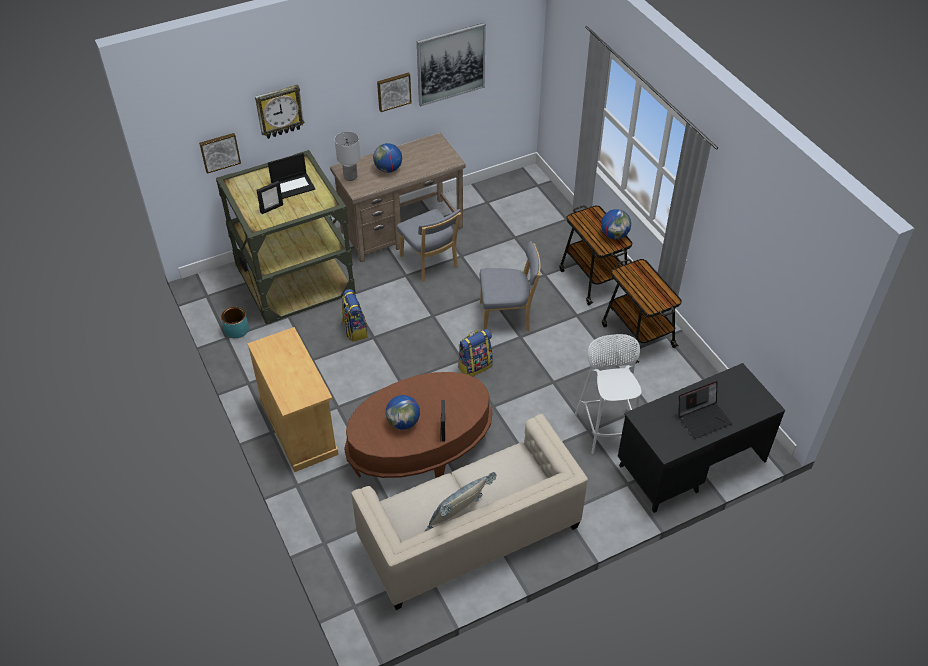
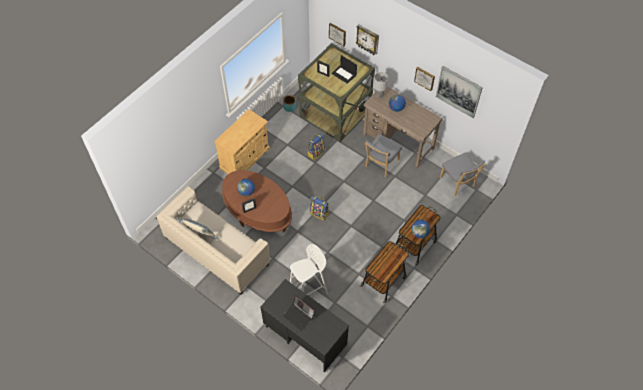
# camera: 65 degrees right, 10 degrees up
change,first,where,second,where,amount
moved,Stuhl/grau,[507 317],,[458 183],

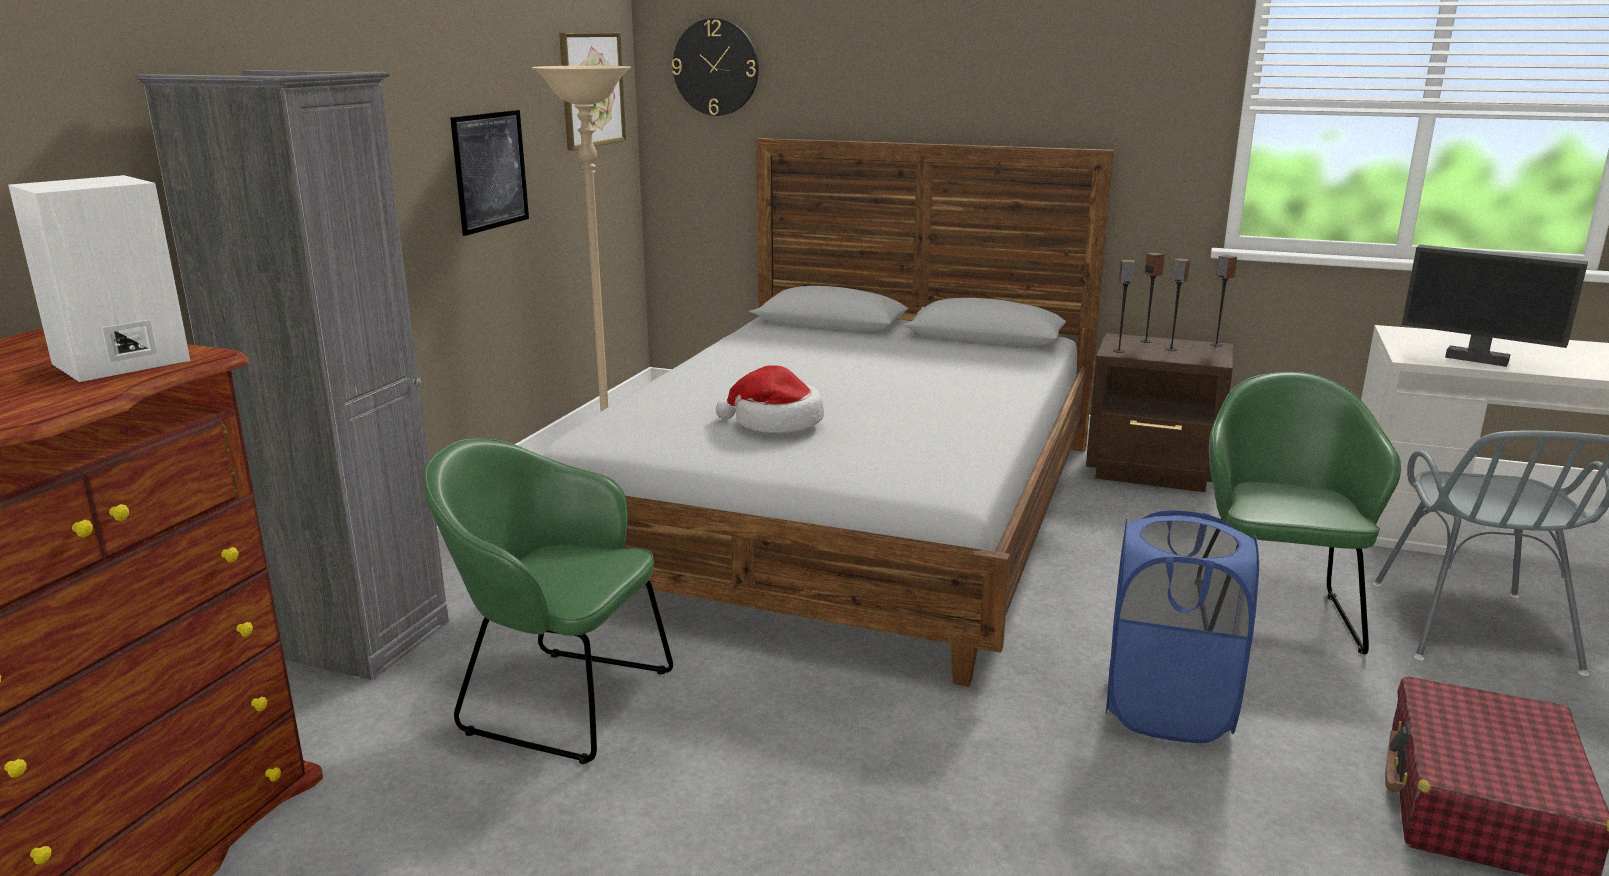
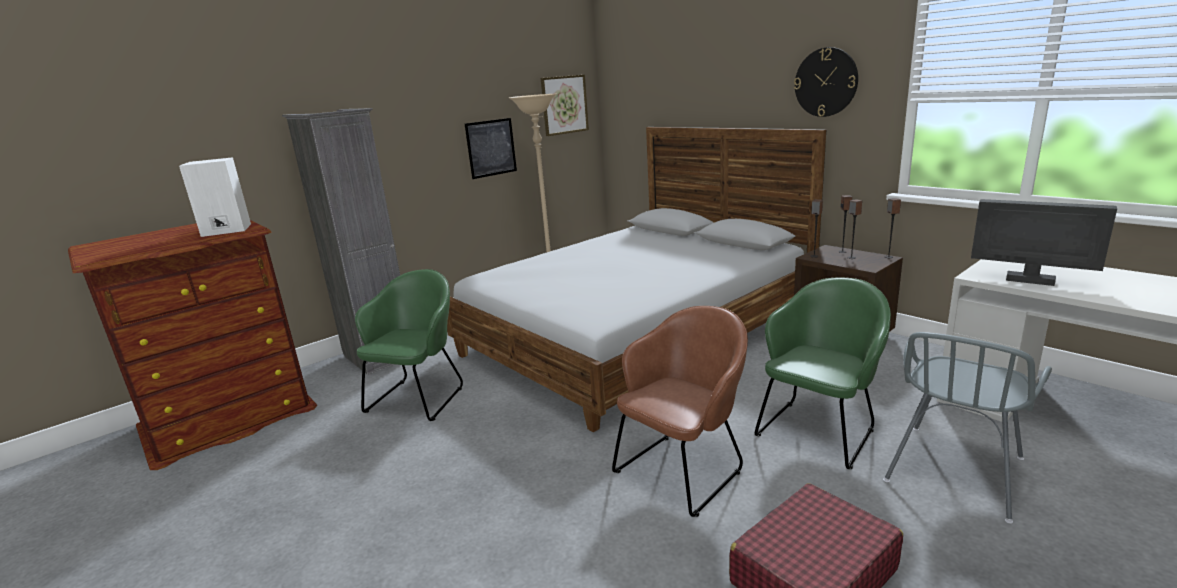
# camera: 30 degrees right, 0 degrees up
change,first,where,second,where,amount
removed,Hut,[775 422],,,
moved,Wanduhr,[716 67],,[826 82],
replaced,Wäschekorb/blau,[1167 708],Sessel/braun,[684 469],
turned,Sessel/grün,[558 699],,[419 397],60 degrees clockwise
turned,Monitor,[1476 359],,[1029 281],150 degrees clockwise

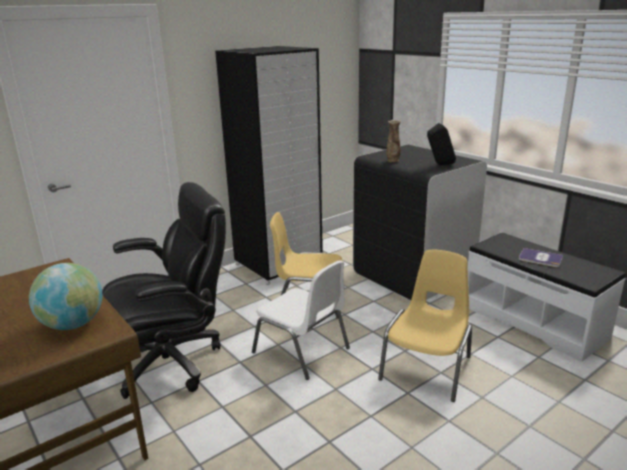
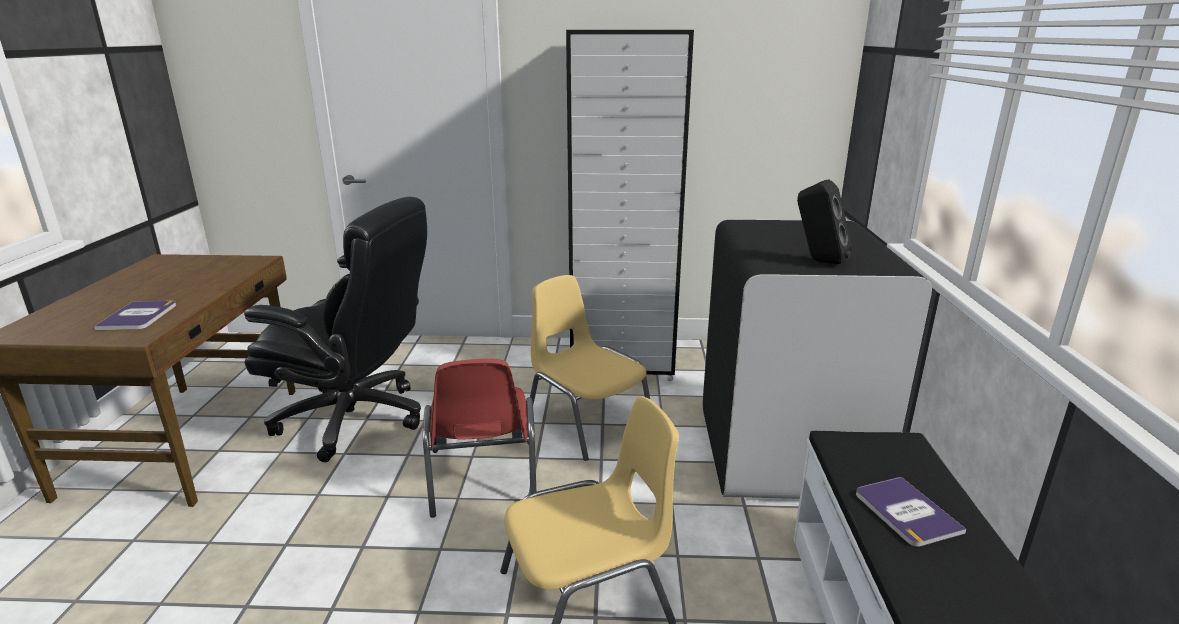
# camera: 40 degrees right, 0 degrees up
change,first,where,second,where,amount
removed,Vase,[393 160],,,
replaced,Globus,[73 324],Buch,[138 316],
recoloured,Stuhl/weiß,[302 351],Stuhl/rot,[482 479],

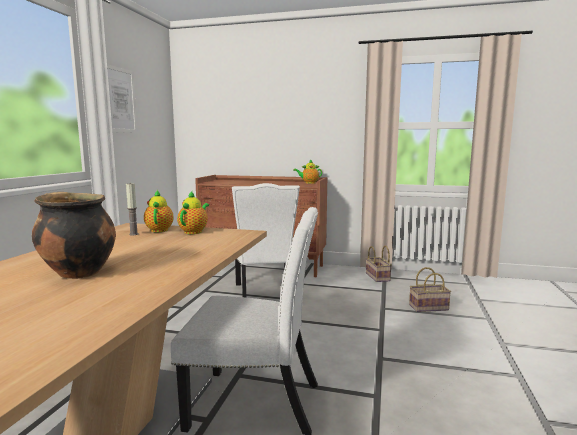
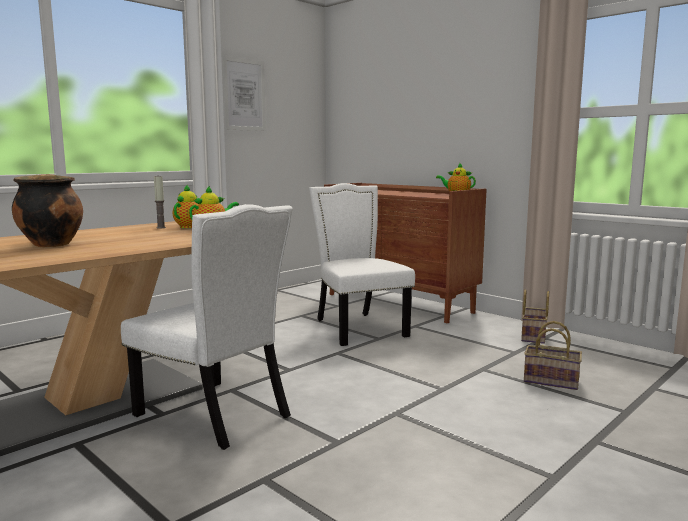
# camera: 30 degrees right, 0 degrees up
change,first,where,second,where,amount
turned,Stuhl/weiß,[264 294],,[359 329],135 degrees clockwise

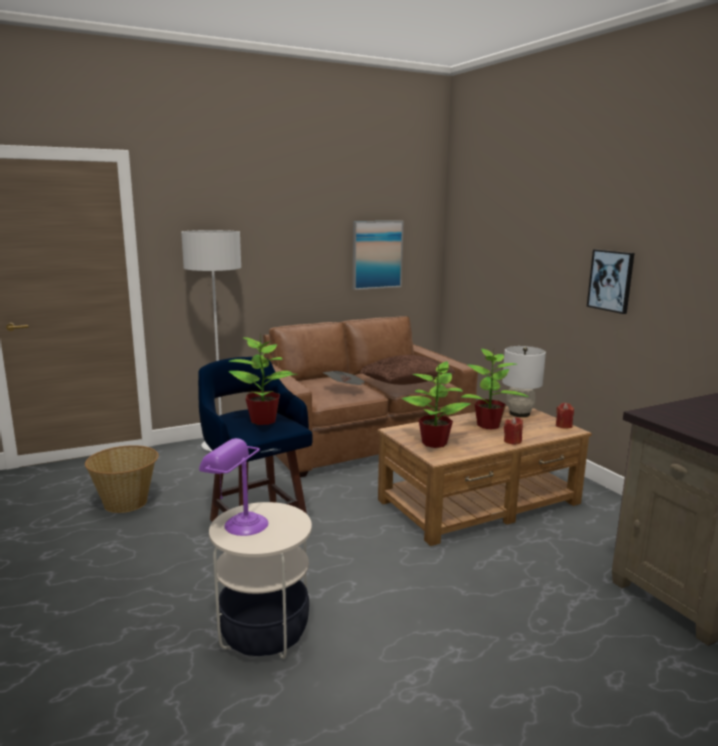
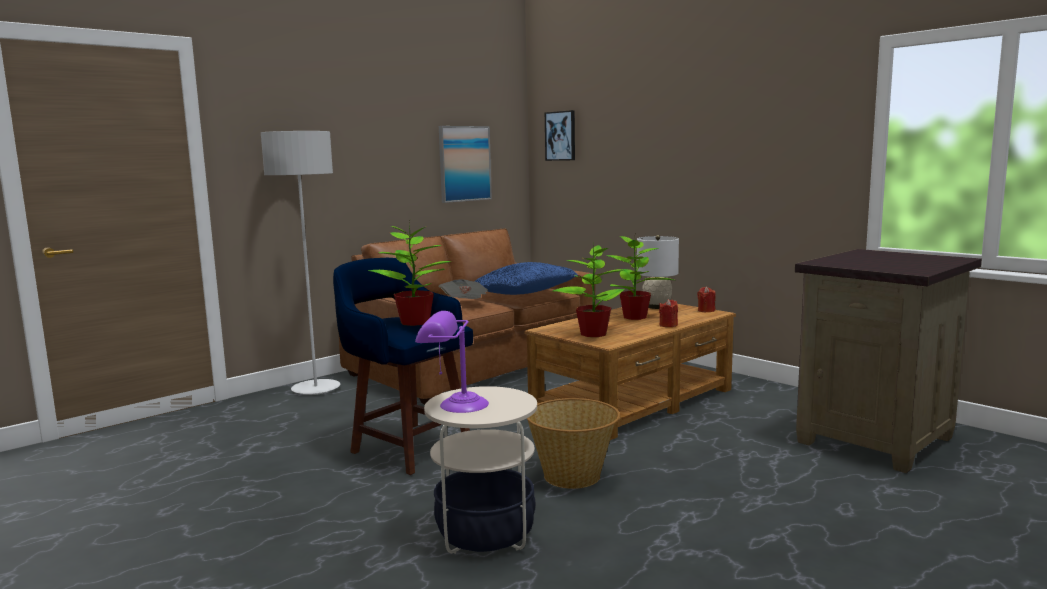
# camera: 15 degrees left, 5 degrees down
change,first,where,second,where,amount
moved,Korb,[126 503],,[573 476],
moved,Bild,[611 280],,[560 136],
recoloured,Kissen/braun,[405 383],Kissen/blau,[523 294],

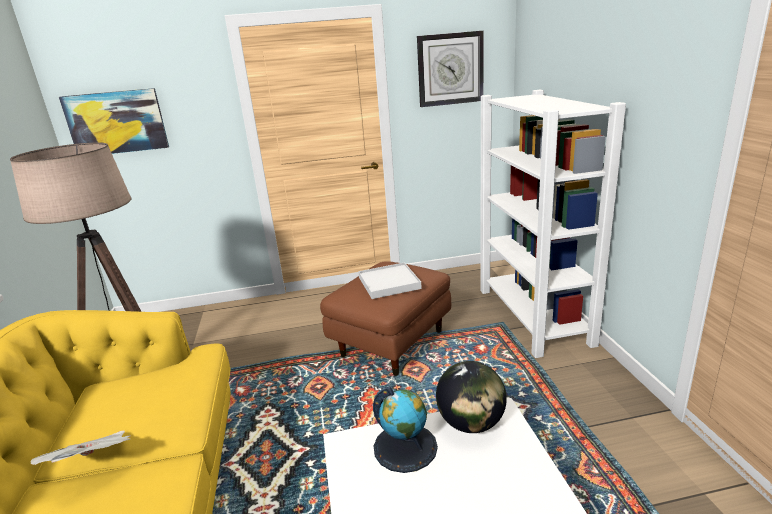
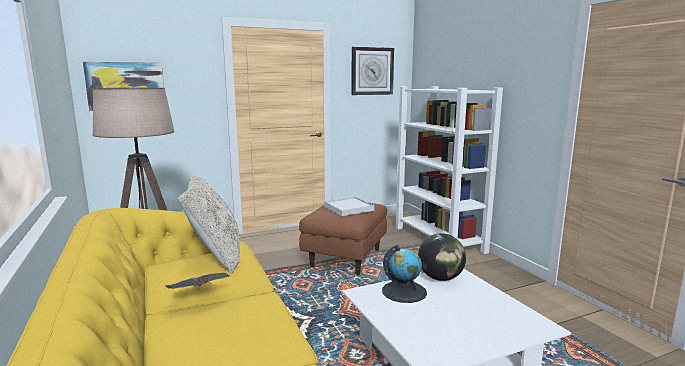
# camera: 15 degrees left, 10 degrees down
change,first,where,second,where,amount
added,,,Kissen/beige,[215 257],

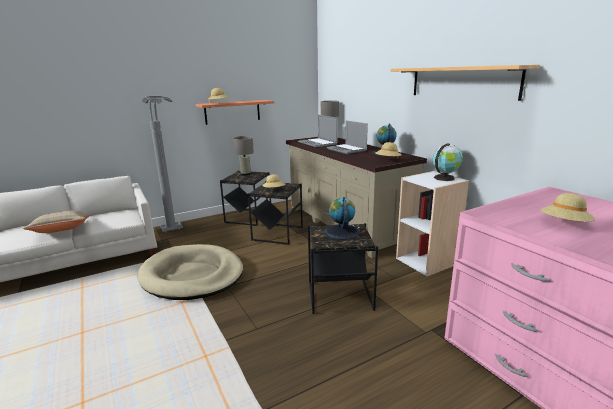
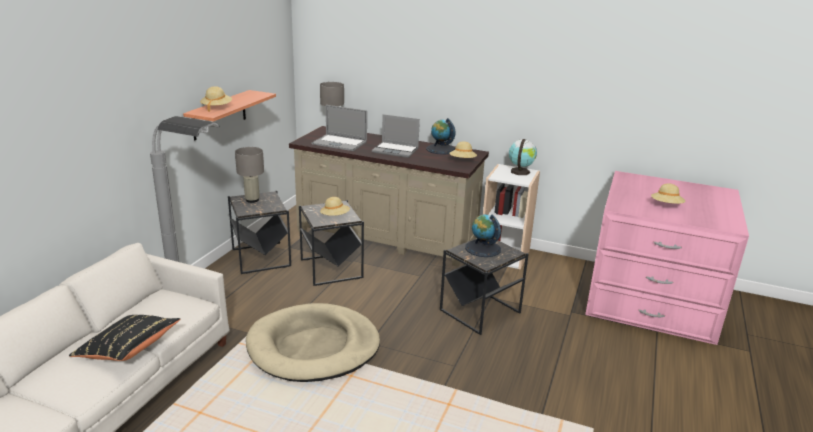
# camera: 40 degrees left, 5 degrees up
change,first,where,second,where,amount
removed,Wandregal,[462 82],,,
recoloured,Kissen/beige,[62 231],Kissen/schwarz,[128 350],

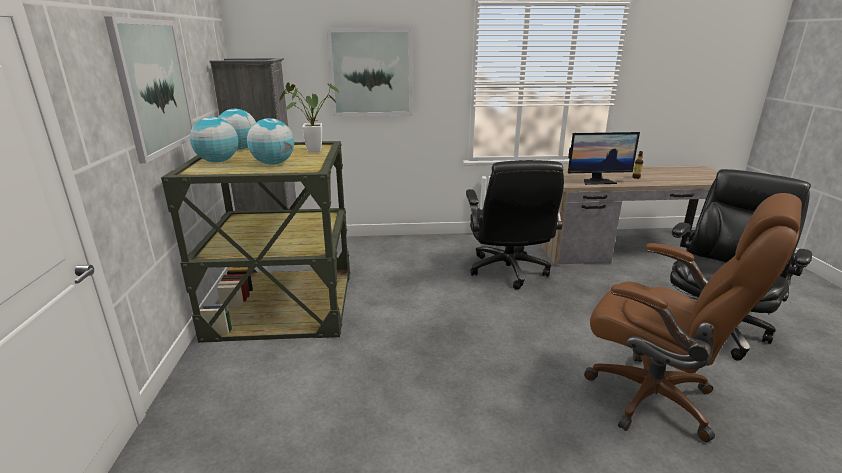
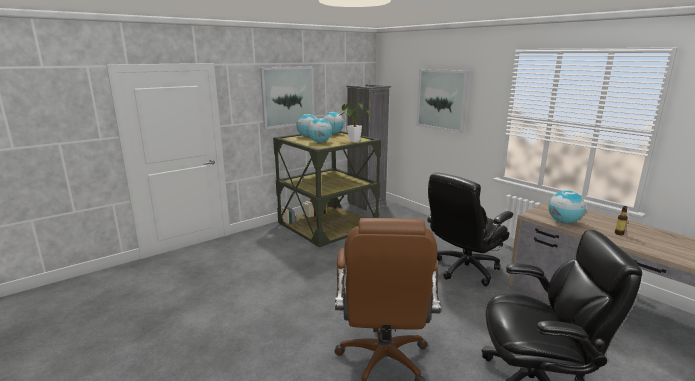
# camera: 55 degrees right, 5 degrees down
change,first,where,second,where,amount
replaced,Monitor,[597 181],Globus,[563 222],

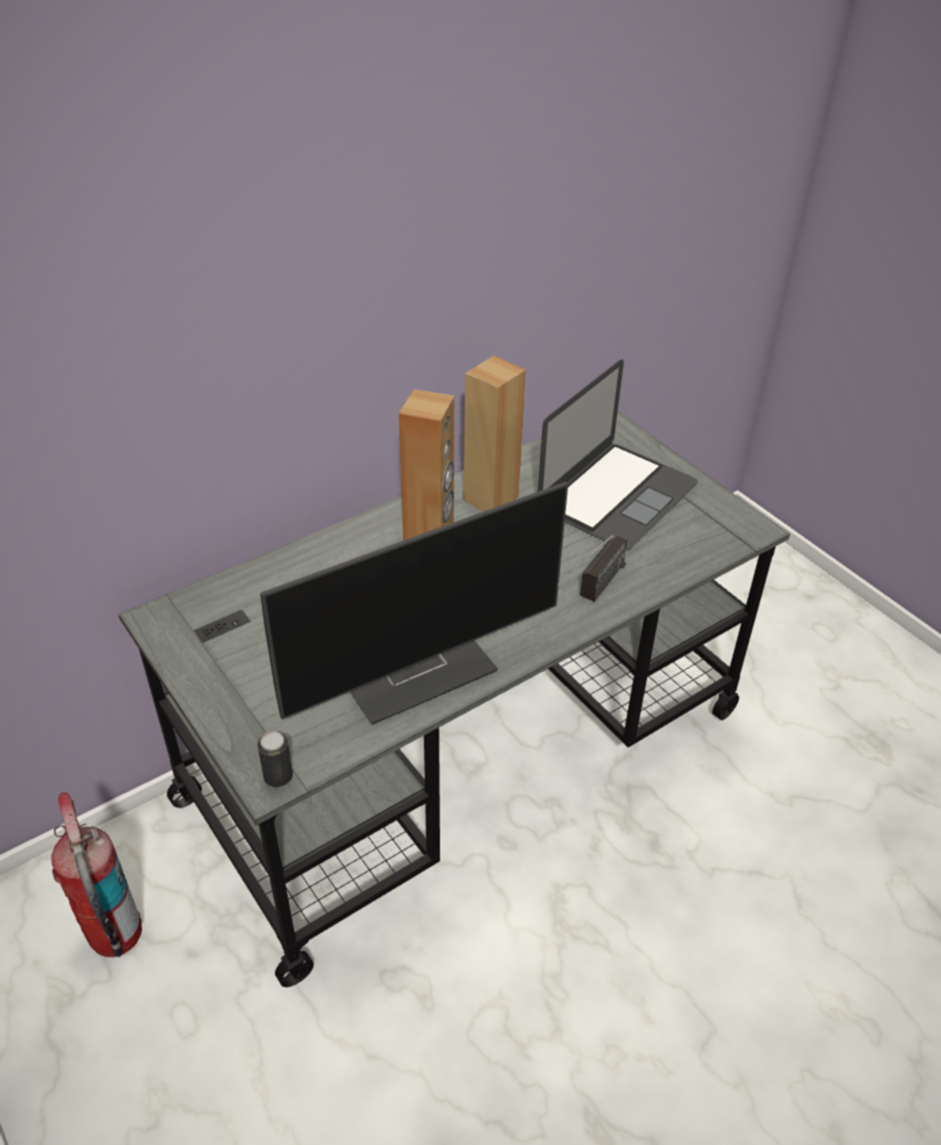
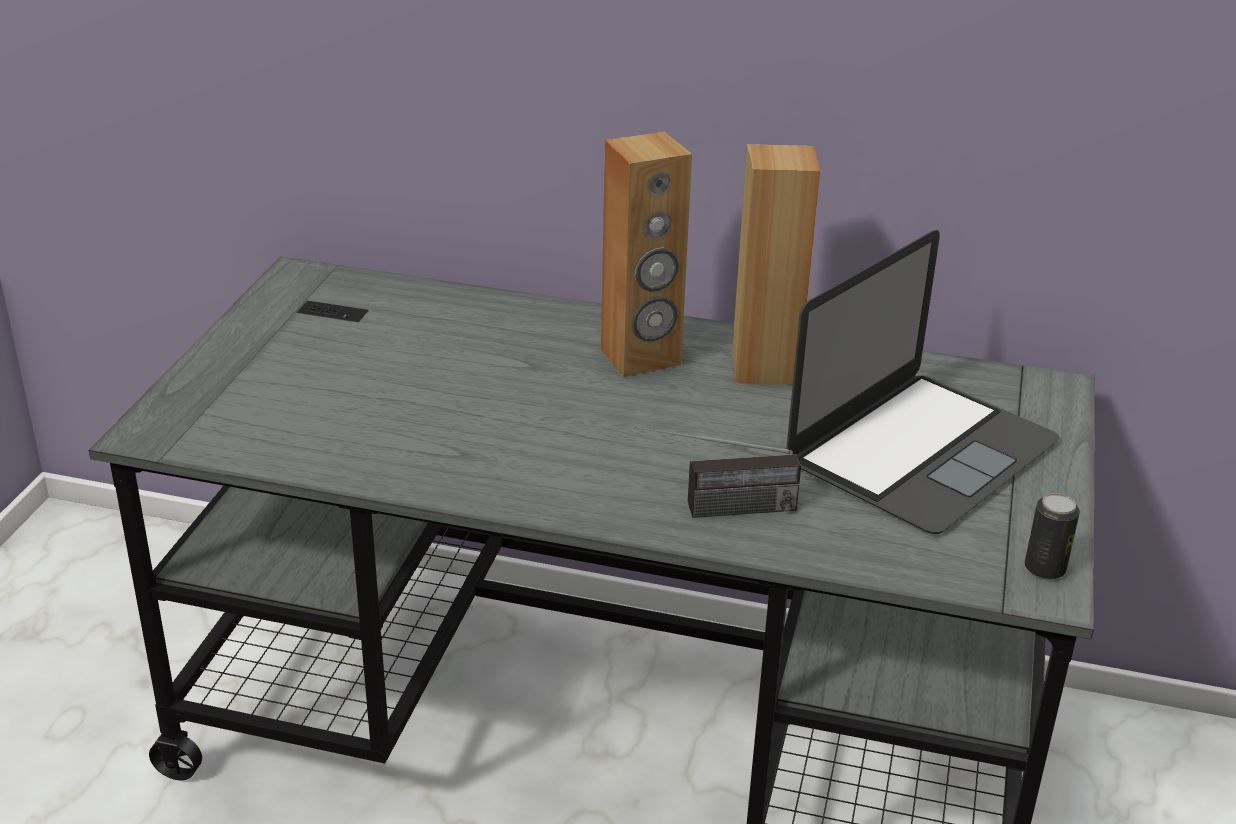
# camera: 50 degrees right, 10 degrees down
change,first,where,second,where,amount
removed,Feuerlöscher,[115 935],,,
removed,Monitor,[416 668],,,
moved,Dose,[278 776],,[1044 568],
turned,Laptop,[617 495],,[922 451],45 degrees counterclockwise

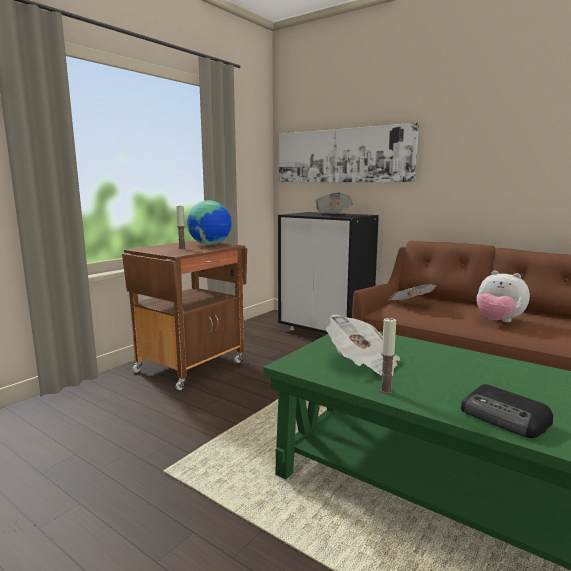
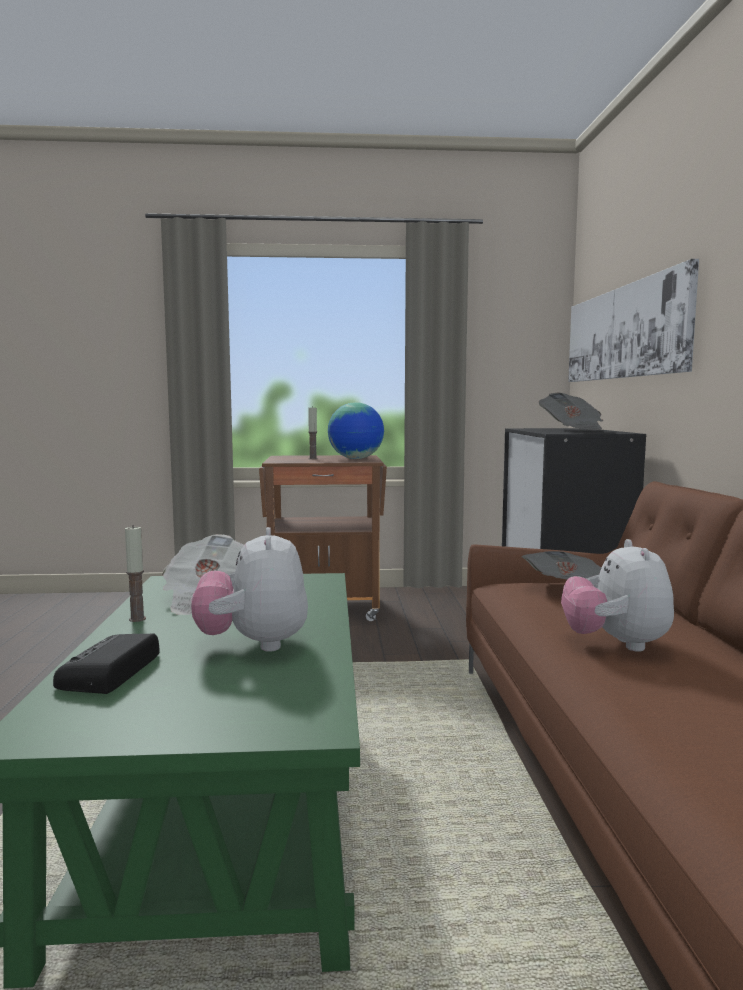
# camera: 50 degrees right, 5 degrees down
change,first,where,second,where,amount
added,,,Plüschtier,[254 644],

